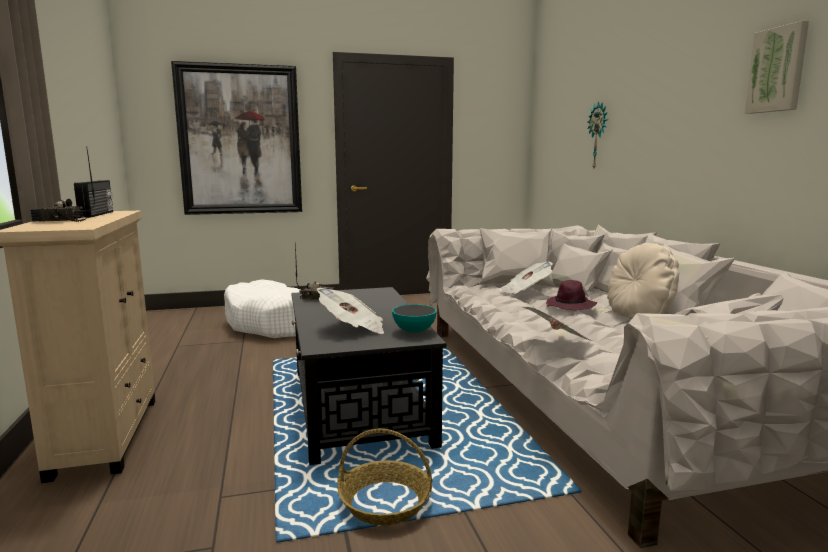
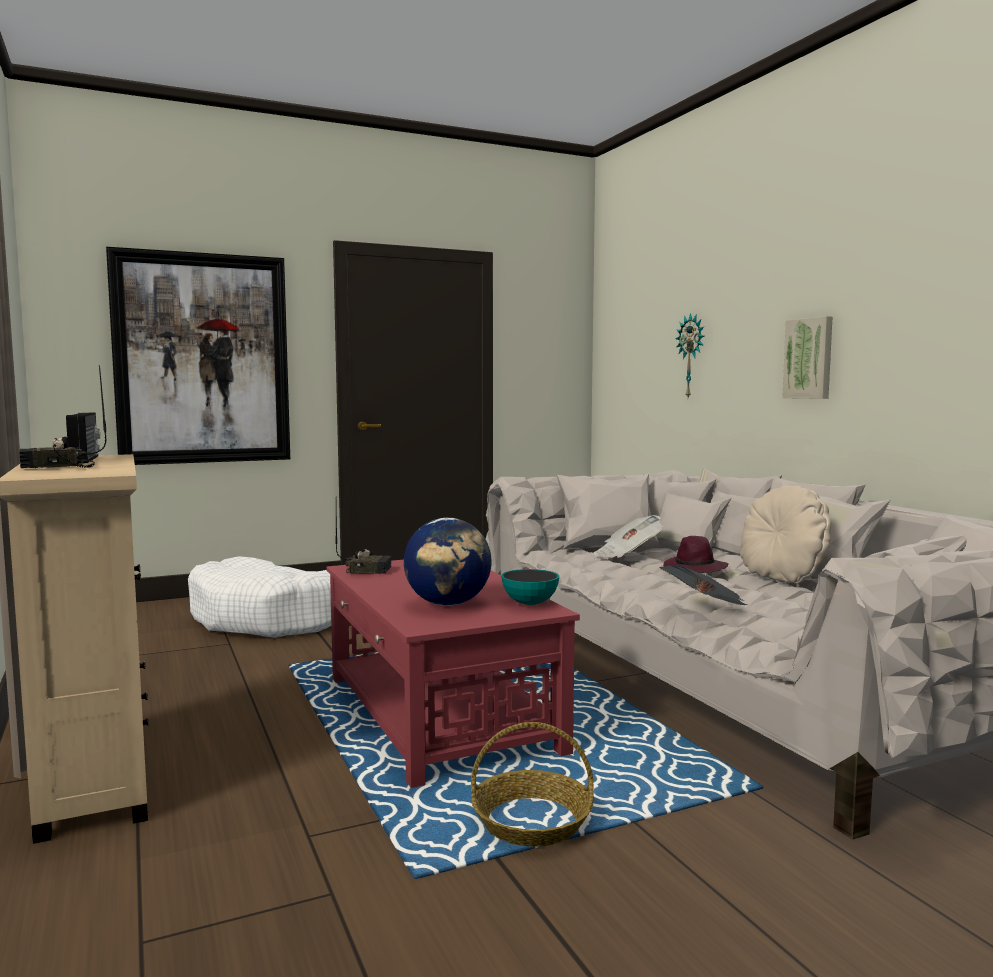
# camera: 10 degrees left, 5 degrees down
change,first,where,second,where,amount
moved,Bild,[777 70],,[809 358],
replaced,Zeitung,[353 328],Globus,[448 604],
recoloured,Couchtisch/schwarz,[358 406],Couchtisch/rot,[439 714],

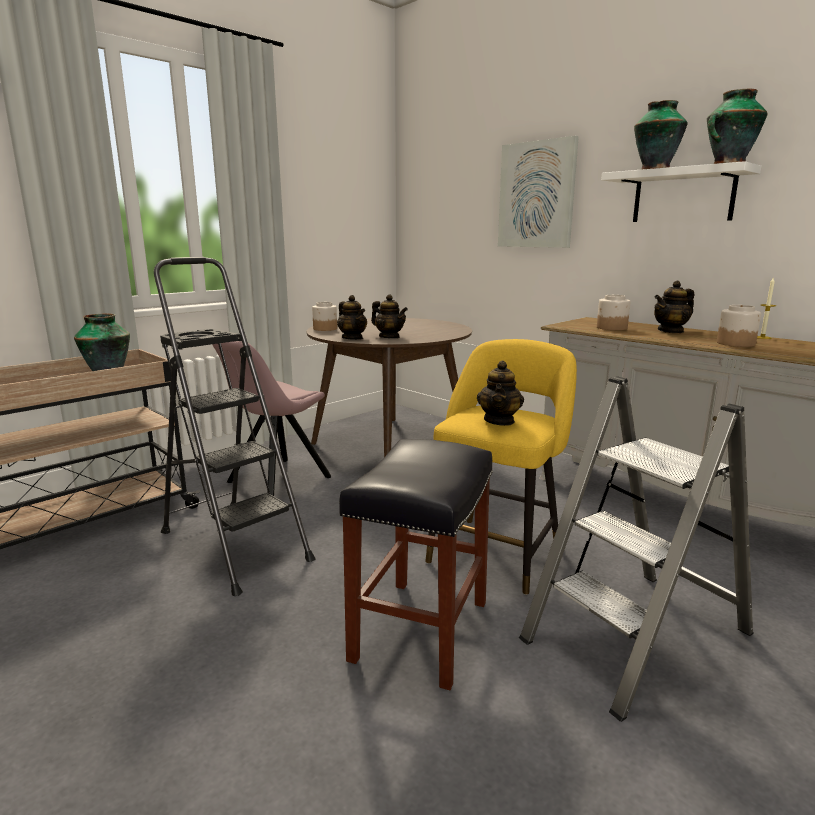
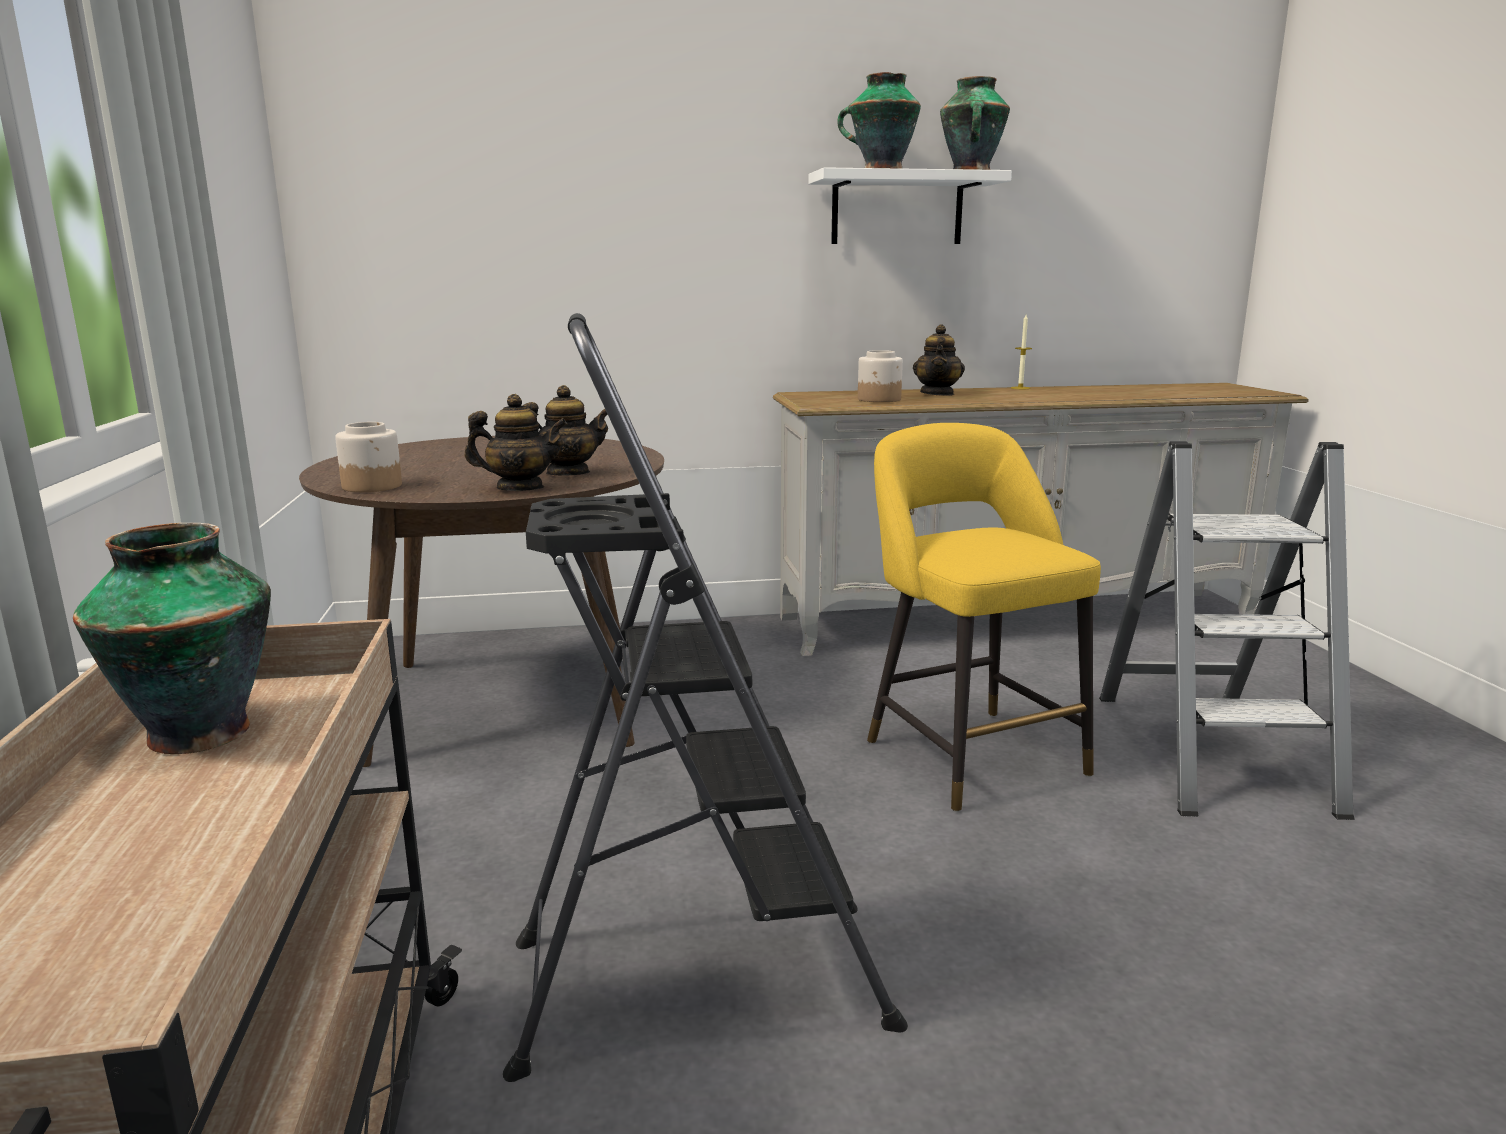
# camera: 55 degrees left, 0 degrees up
change,first,where,second,where,amount
removed,Stuhl/rosa,[278 479],,,
removed,Hocker/schwarz,[421 632],,,
removed,Teekanne,[499 421],,,
removed,Bild,[536 195],,,
removed,Vorratsglas,[735 343],,,

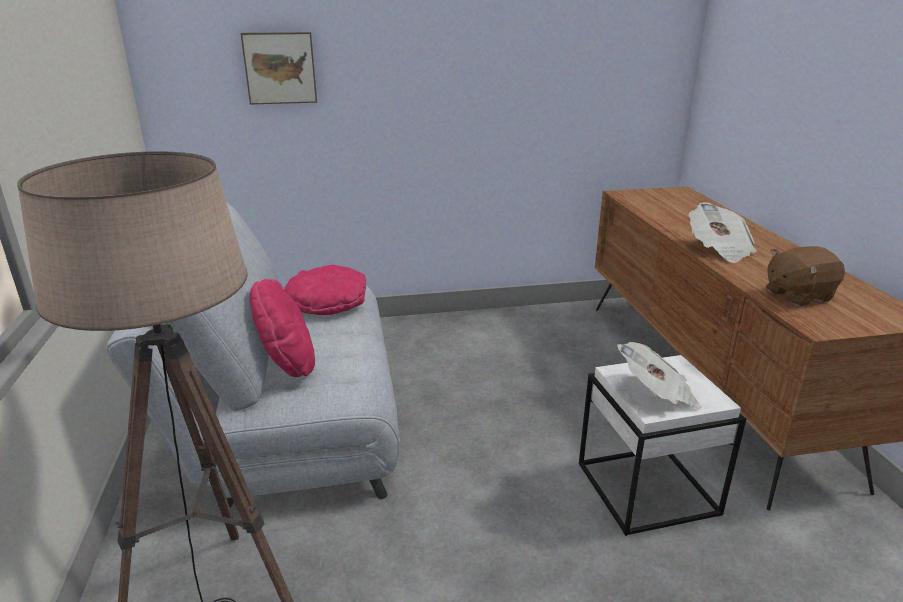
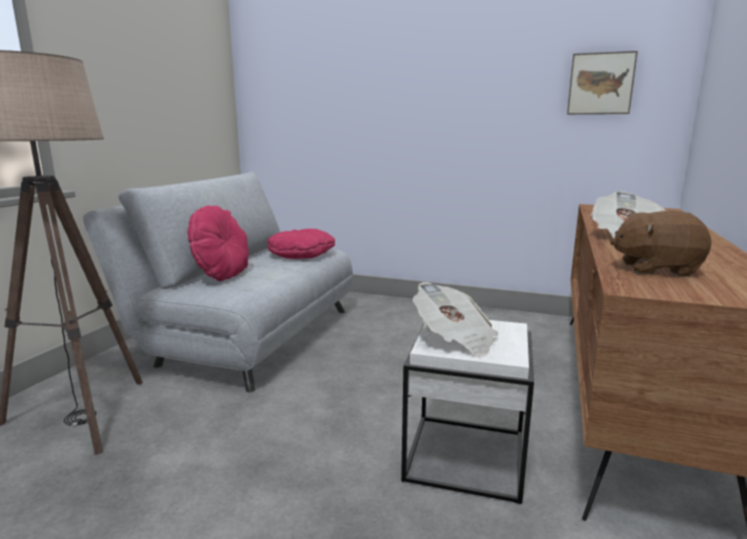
# camera: 30 degrees right, 10 degrees down
change,first,where,second,where,amount
moved,Bild,[280 68],,[600 84],

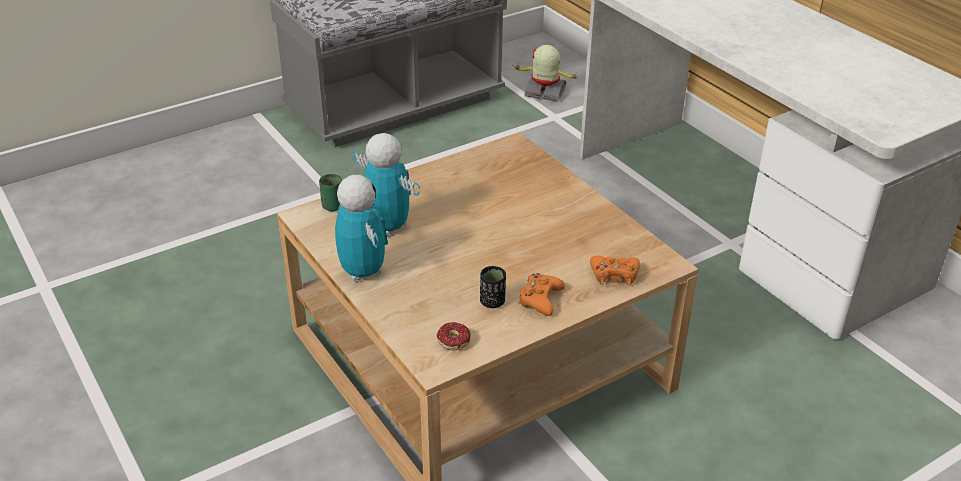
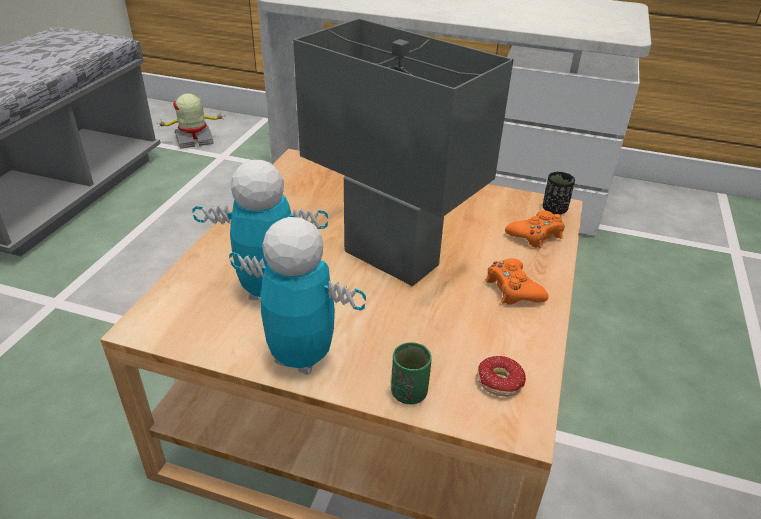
# camera: 40 degrees left, 0 degrees up
change,first,where,second,where,amount
added,,,Tischlampe/grau,[391 258],
moved,Tasse/grün,[333 206],,[409 393],
moved,Tasse/schwarz,[492 302],,[554 209],

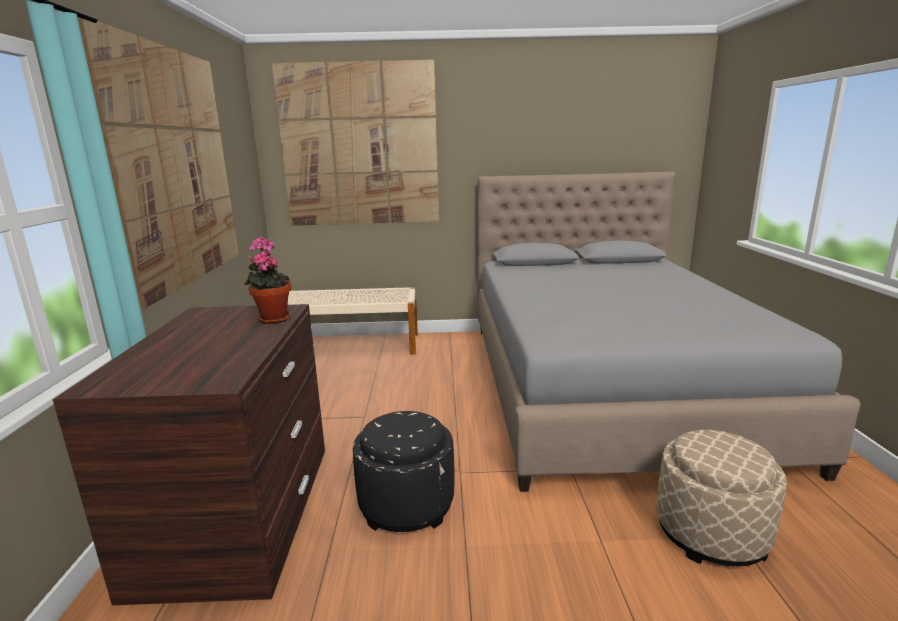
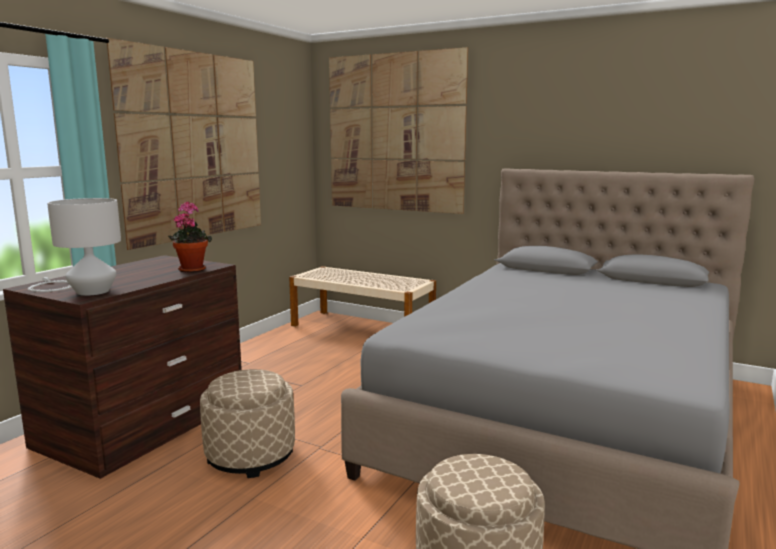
# camera: 30 degrees right, 5 degrees down
change,first,where,second,where,amount
added,,,Tischlampe/grau,[77 289],
recoloured,Polsterhocker/schwarz,[406 504],Polsterhocker/beige,[250 455],

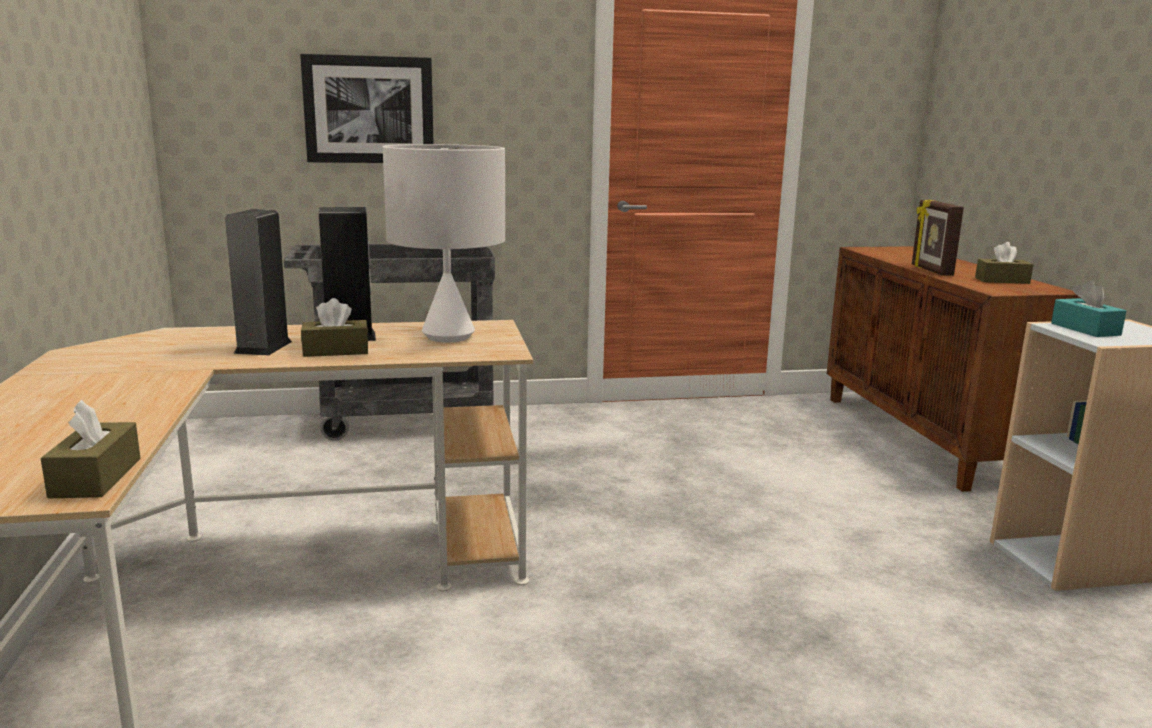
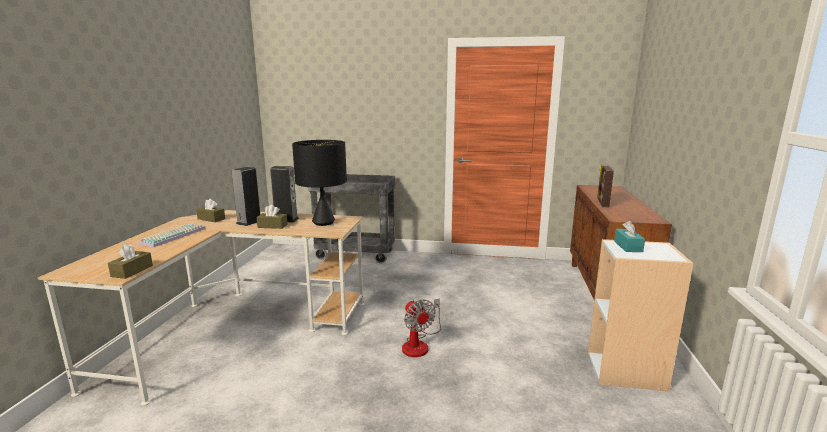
# camera: 20 degrees right, 0 degrees up
change,first,where,second,where,amount
removed,Bild,[369 110],,,
added,,,Tastatur,[173 235],
added,,,Ventilator,[419 344],
moved,Taschentuchbox/braun,[1002 280],,[211 219],
recoloured,Tischlampe/weiß,[448 337],Tischlampe/schwarz,[323 223],

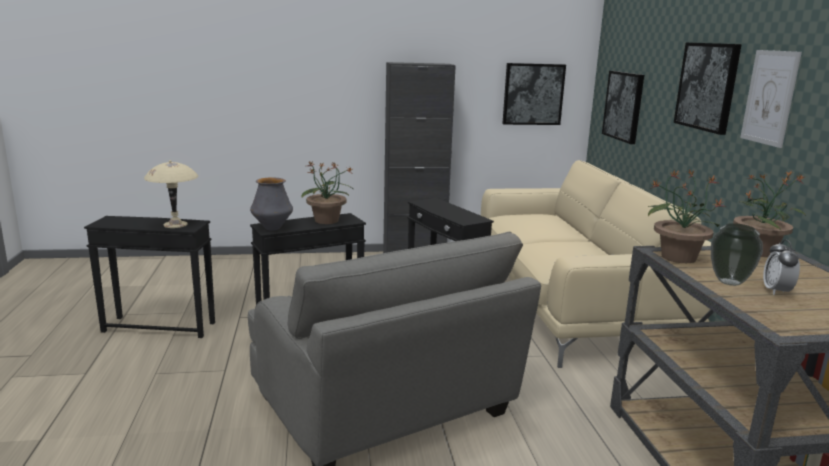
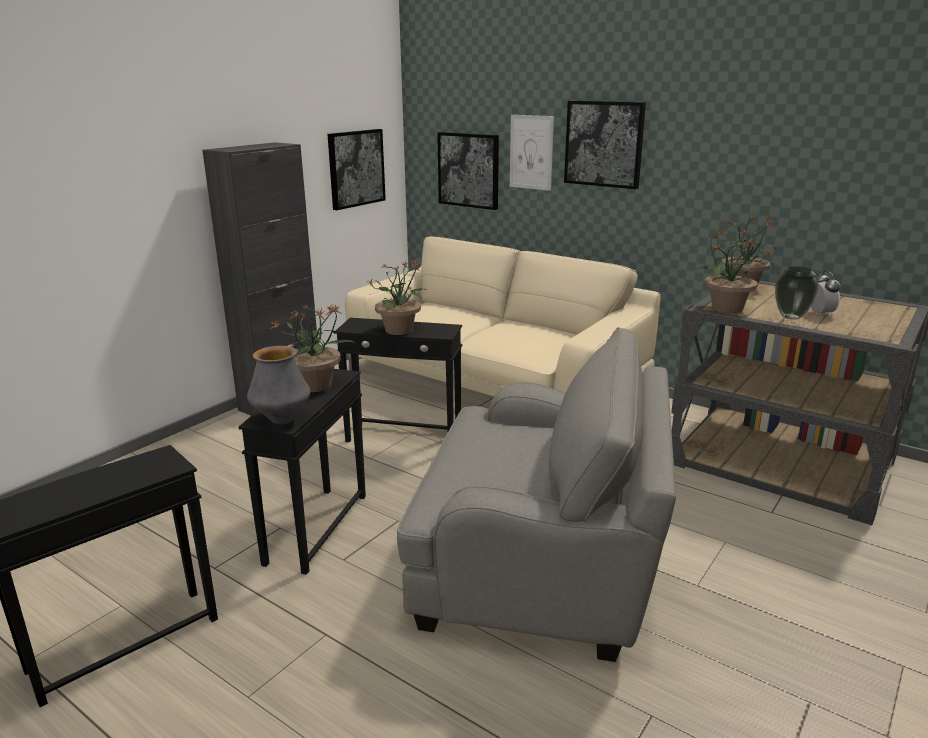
# camera: 45 degrees left, 5 degrees up
change,first,where,second,where,amount
removed,Tischlampe/beige,[175 225],,,
added,,,Topfpflanze,[400 330],
moved,Bild,[769 97],,[531 152],
turned,Wecker,[776 291],,[820 314],150 degrees counterclockwise

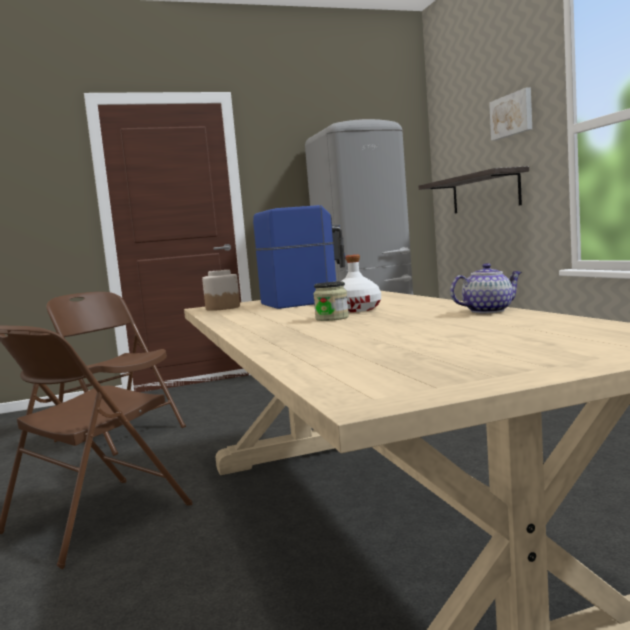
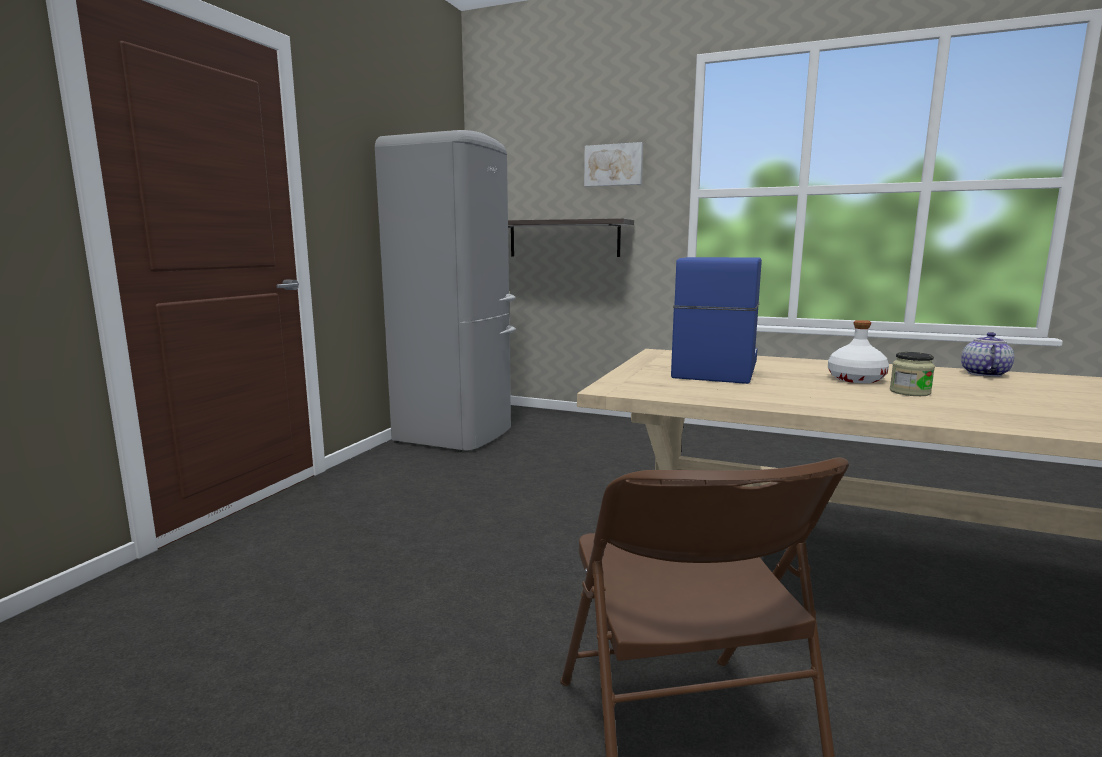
# camera: 50 degrees left, 5 degrees up
change,first,where,second,where,amount
removed,Stuhl/braun,[121 434],,,
removed,Vorratsglas,[222 308],,,

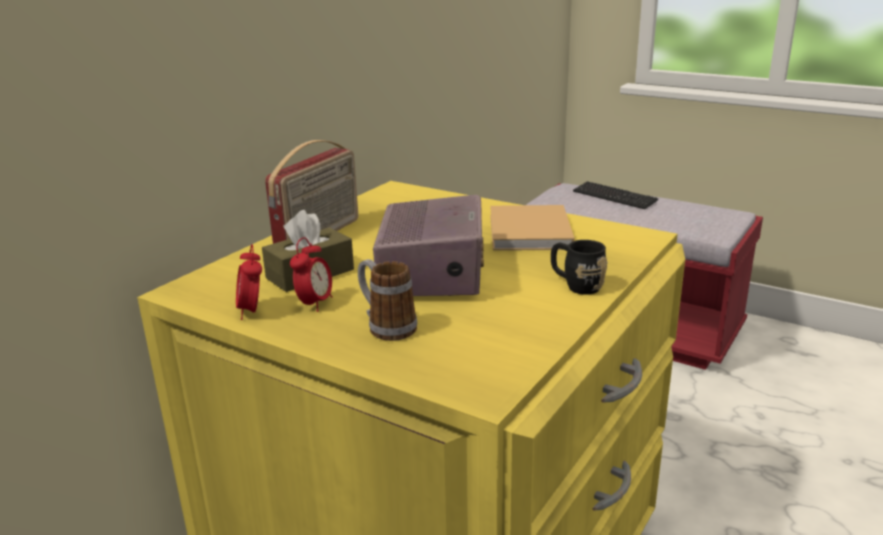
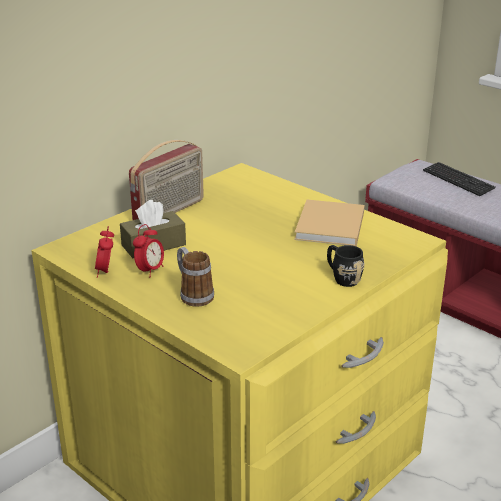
# camera: 10 degrees right, 5 degrees up
change,first,where,second,where,amount
removed,Radio,[432 273],,,

